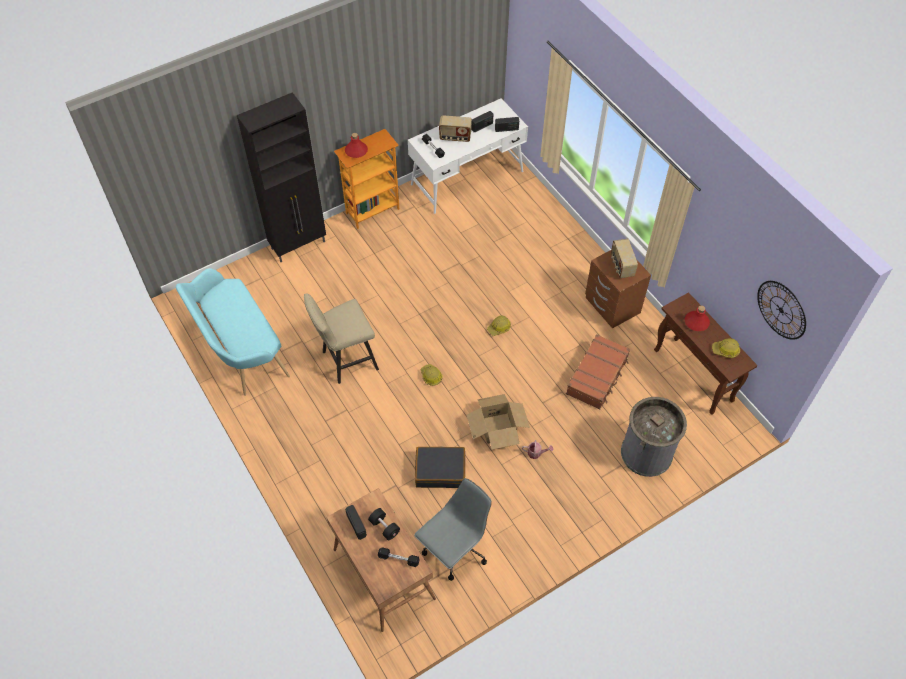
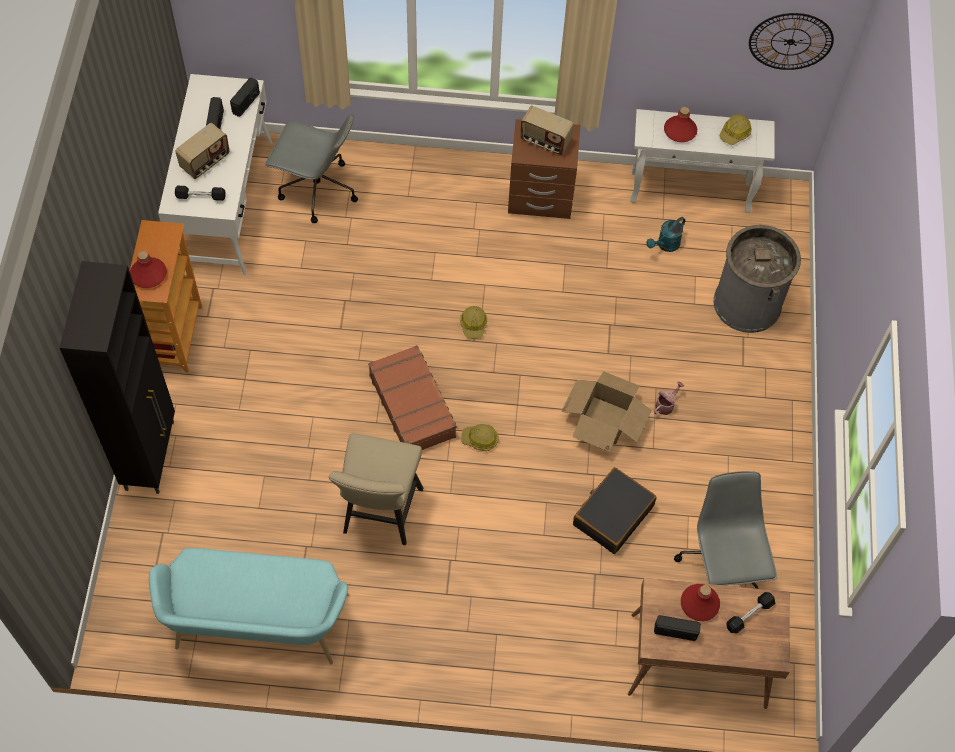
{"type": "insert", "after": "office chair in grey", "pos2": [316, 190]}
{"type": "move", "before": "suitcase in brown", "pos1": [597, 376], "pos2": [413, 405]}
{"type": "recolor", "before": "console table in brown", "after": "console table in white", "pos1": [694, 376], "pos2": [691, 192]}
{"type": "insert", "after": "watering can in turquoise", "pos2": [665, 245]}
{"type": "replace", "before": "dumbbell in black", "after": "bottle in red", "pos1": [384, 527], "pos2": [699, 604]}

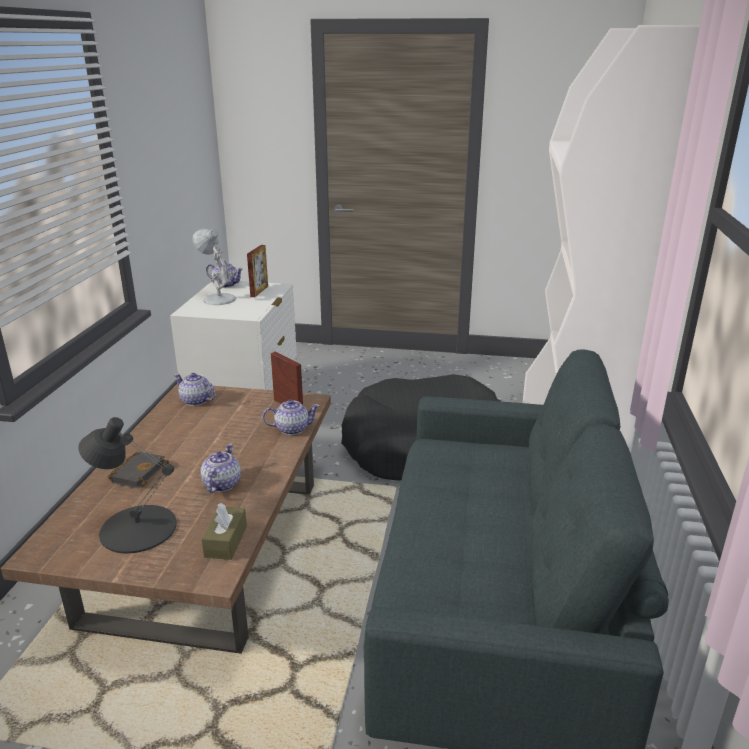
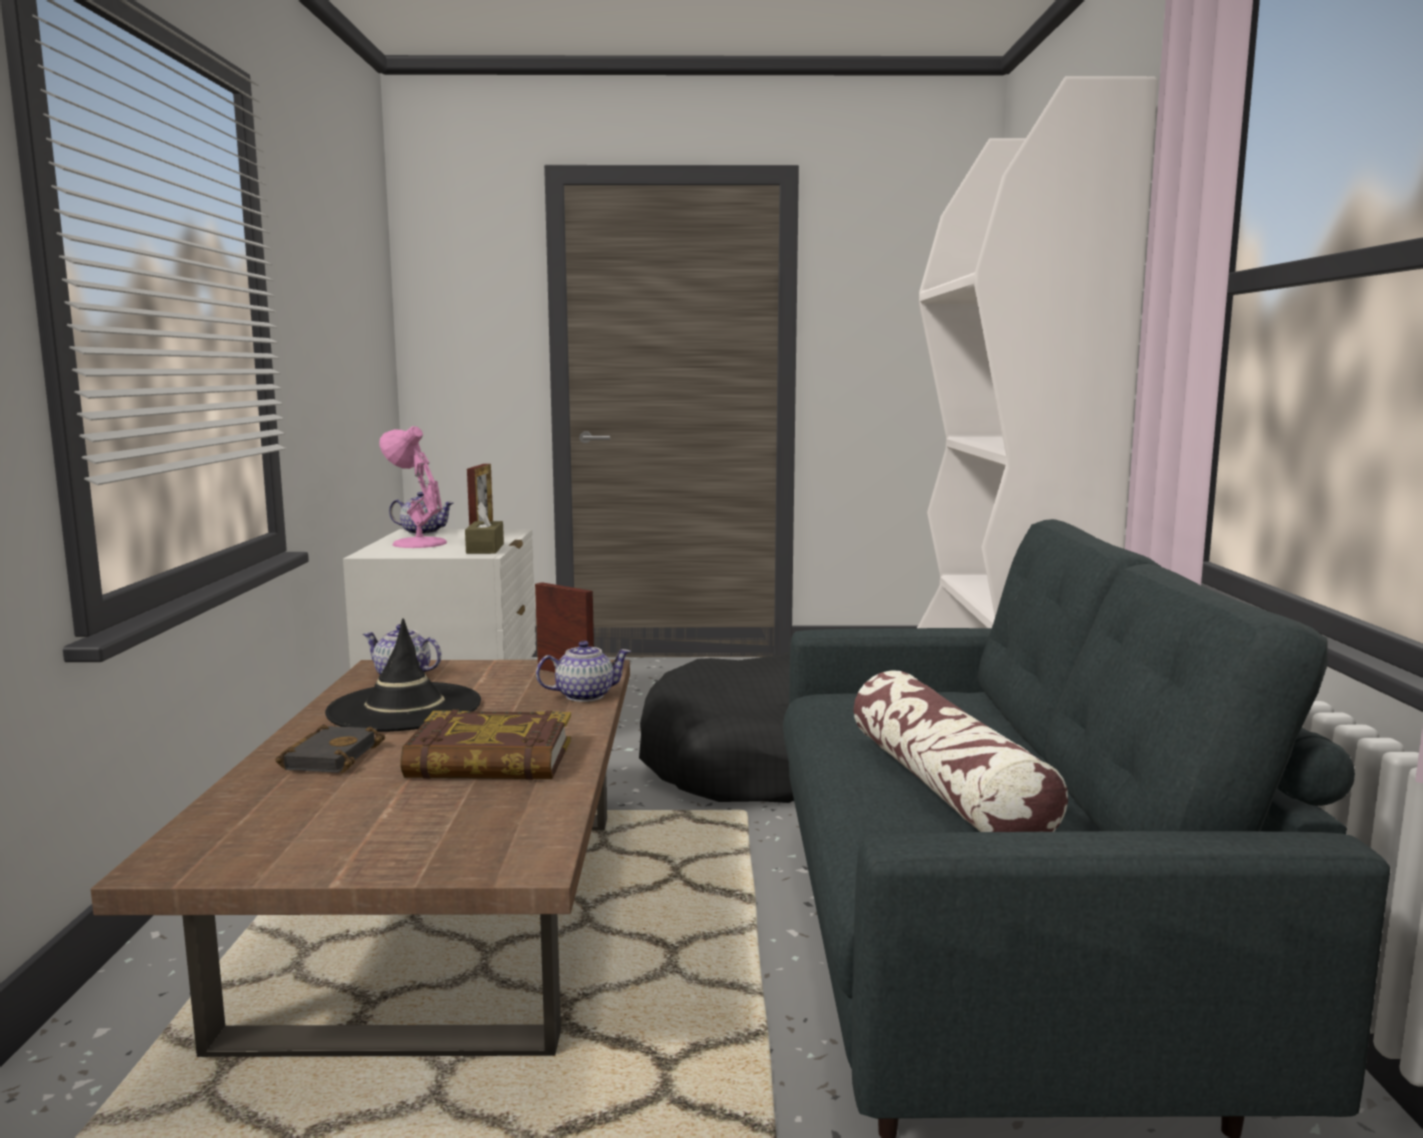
{"type": "insert", "after": "hat in black", "pos2": [404, 708]}
{"type": "recolor", "before": "table lamp in white", "after": "table lamp in pink", "pos1": [218, 299], "pos2": [417, 543]}
{"type": "replace", "before": "teapot", "after": "book", "pos1": [221, 484], "pos2": [490, 760]}
{"type": "move", "before": "tissue box in brown", "pos1": [226, 541], "pos2": [485, 549]}
{"type": "insert", "after": "pillow", "pos2": [947, 788]}
{"type": "delete", "before": "table lamp in black", "pos1": [137, 528]}

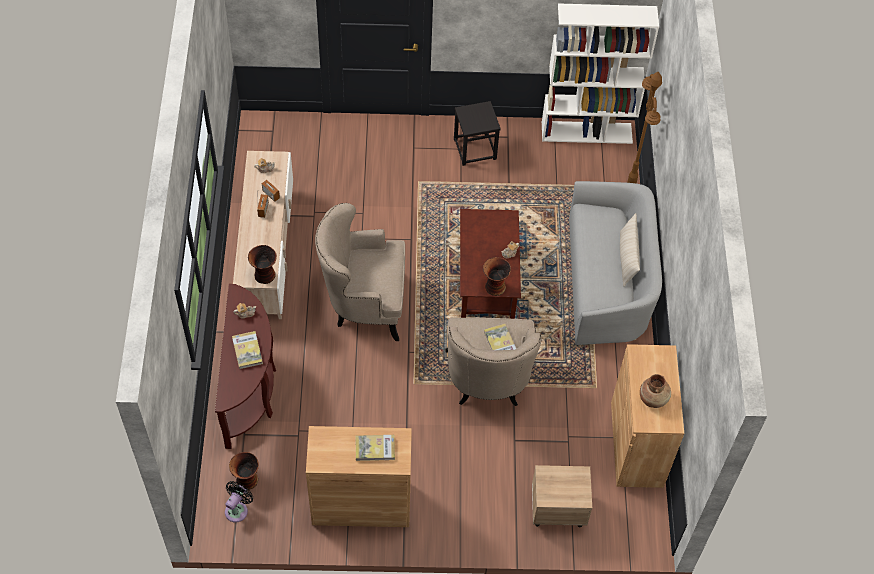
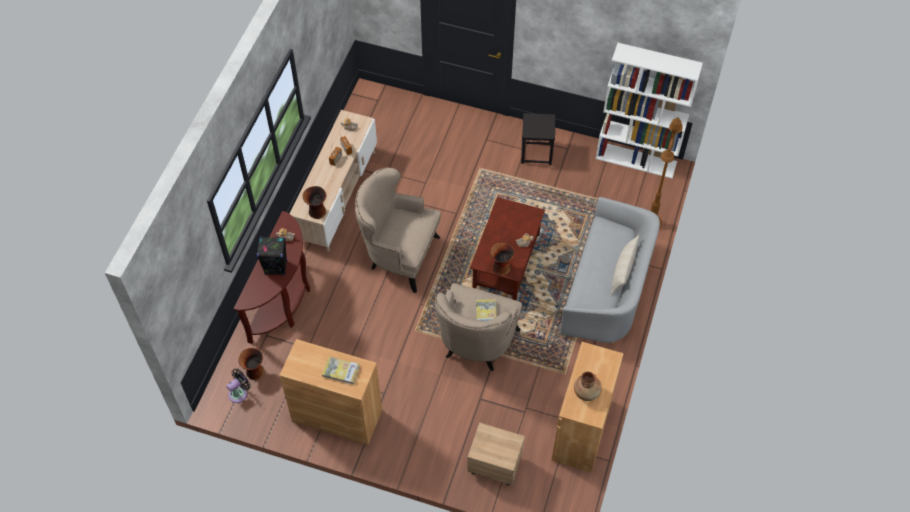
{"type": "replace", "before": "book", "after": "speaker in black", "pos1": [247, 351], "pos2": [276, 267]}

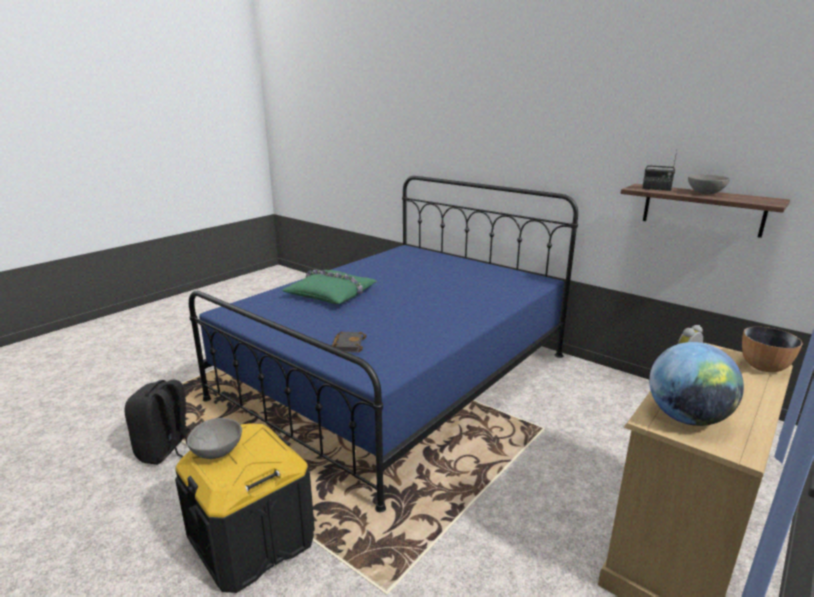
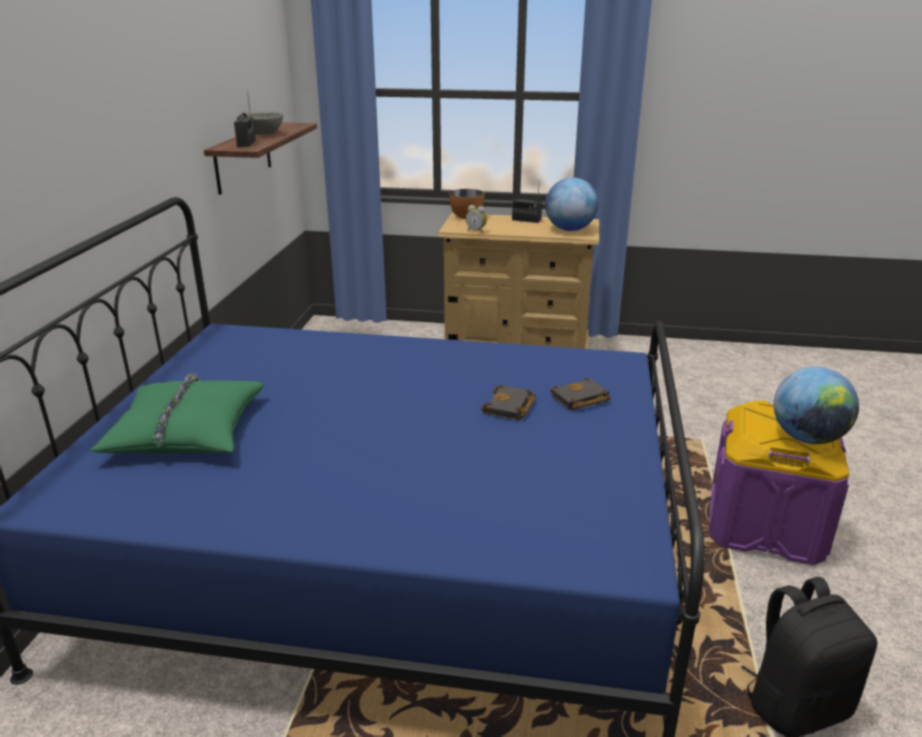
{"type": "move", "before": "pillow in green", "pos1": [332, 294], "pos2": [186, 431]}
{"type": "insert", "after": "book in black", "pos2": [510, 408]}
{"type": "insert", "after": "radio", "pos2": [526, 220]}
{"type": "recolor", "before": "storage box in black", "after": "storage box in purple", "pos1": [252, 540], "pos2": [765, 525]}
{"type": "replace", "before": "bowl in grey", "after": "globe", "pos1": [217, 452], "pos2": [807, 438]}

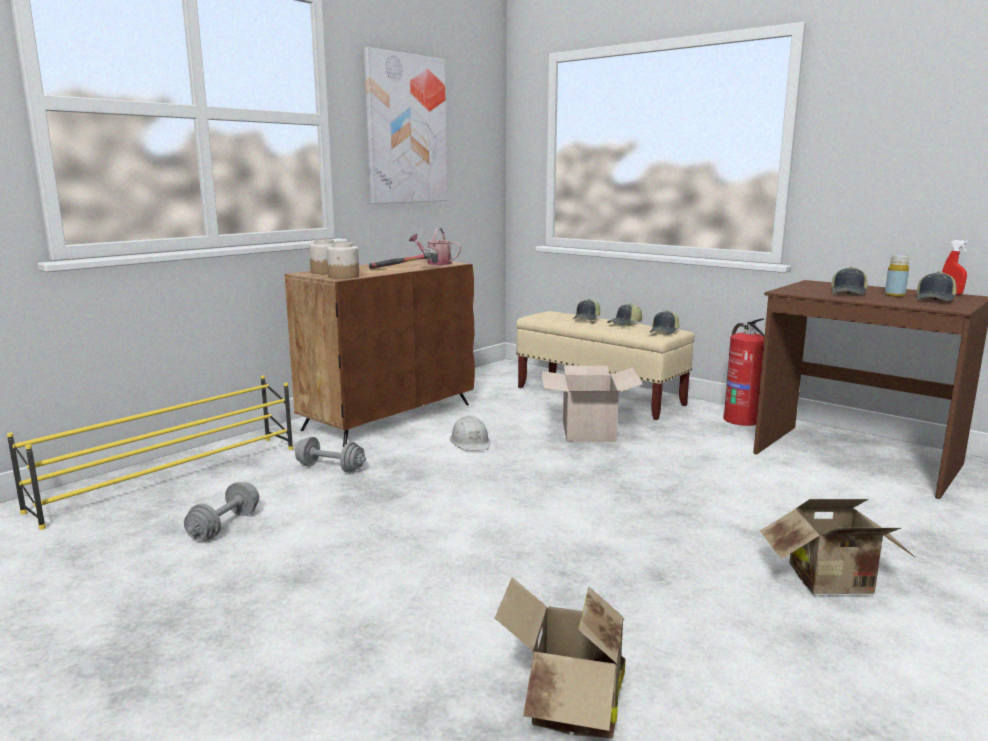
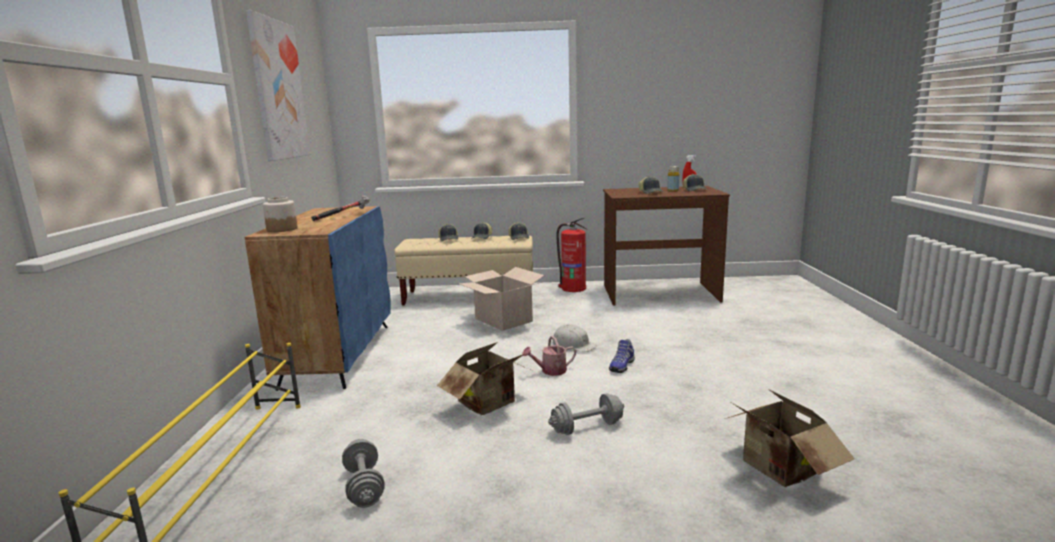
{"type": "recolor", "before": "cabinet in brown", "after": "cabinet in blue", "pos1": [389, 416], "pos2": [338, 354]}
{"type": "move", "before": "cardboard box", "pos1": [835, 584], "pos2": [490, 404]}
{"type": "move", "before": "watering can", "pos1": [435, 263], "pos2": [550, 371]}
{"type": "move", "before": "dumbbell in grey", "pos1": [330, 468], "pos2": [587, 427]}
{"type": "move", "before": "hard hat in white", "pos1": [470, 442], "pos2": [572, 345]}
{"type": "insert", "after": "shoe", "pos2": [621, 366]}
{"type": "delete", "before": "jar", "pos1": [344, 276]}

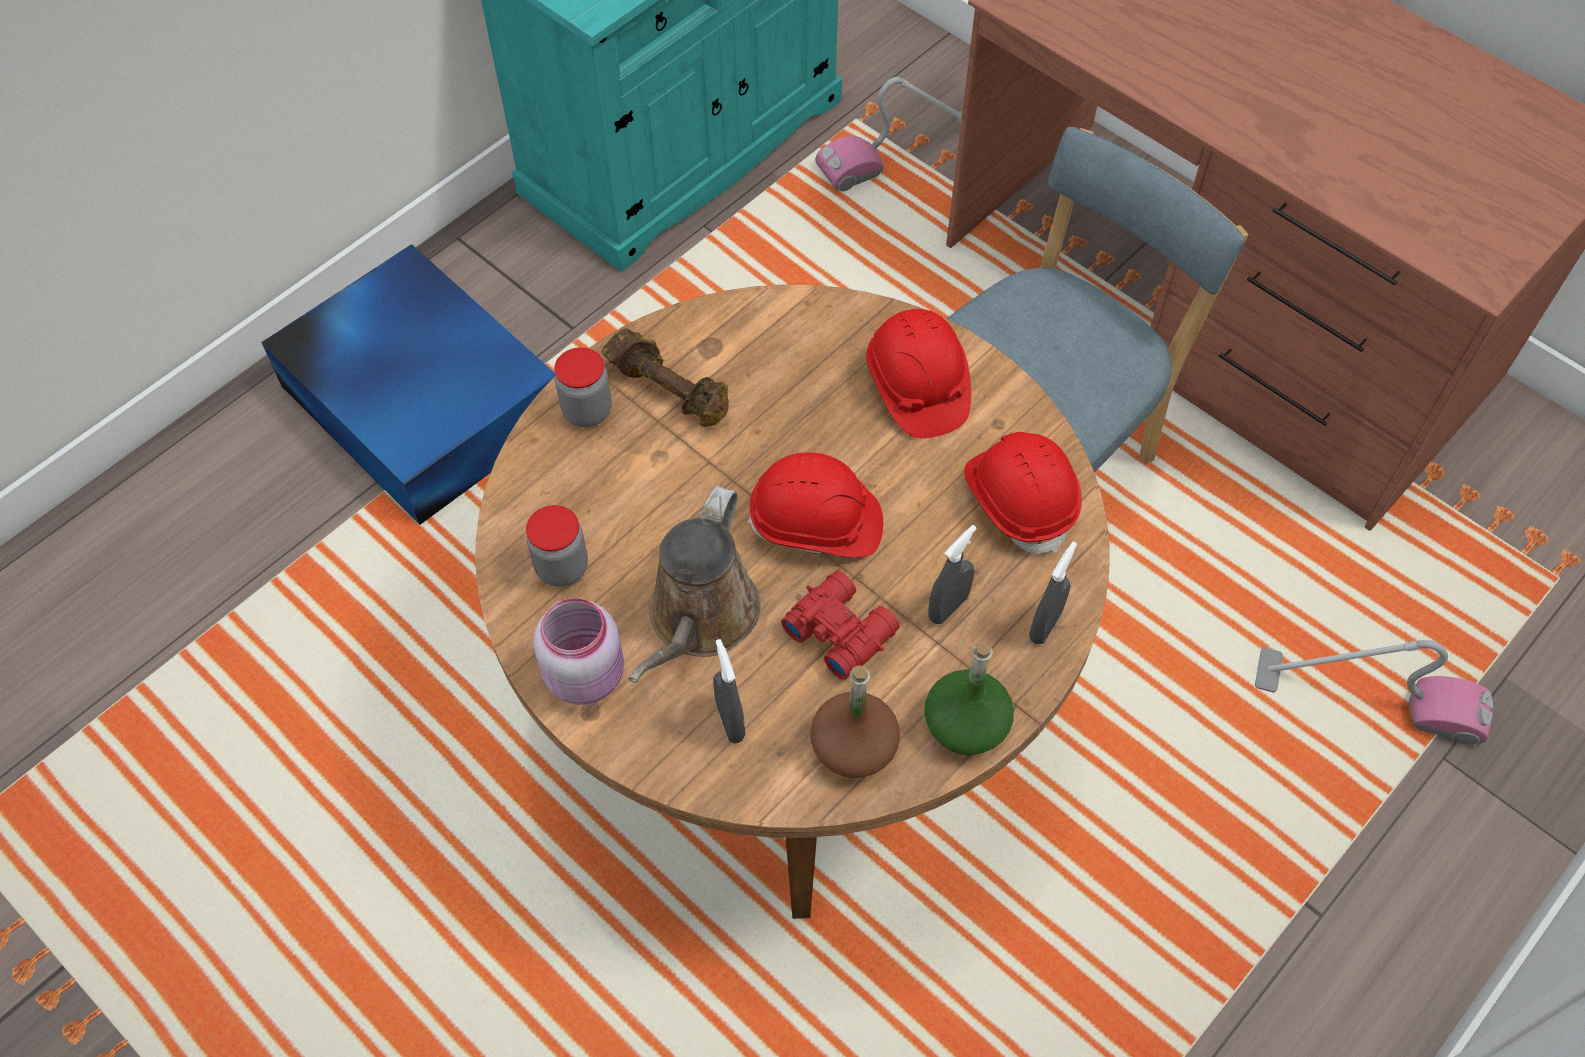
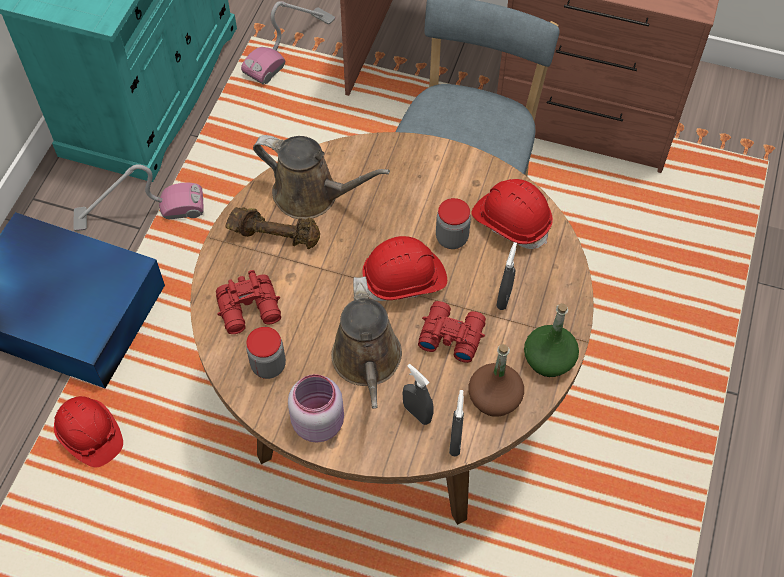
{"type": "move", "before": "hard hat in red", "pos1": [917, 387], "pos2": [90, 436]}
{"type": "move", "before": "vacuum cleaner", "pos1": [1369, 696], "pos2": [139, 212]}
{"type": "insert", "after": "binoculars in red", "pos2": [251, 310]}
{"type": "insert", "after": "watering can in brown", "pos2": [312, 195]}
{"type": "move", "before": "jar", "pos1": [587, 411], "pos2": [451, 238]}
{"type": "move", "before": "spray bottle in grey", "pos1": [1045, 625], "pos2": [455, 441]}

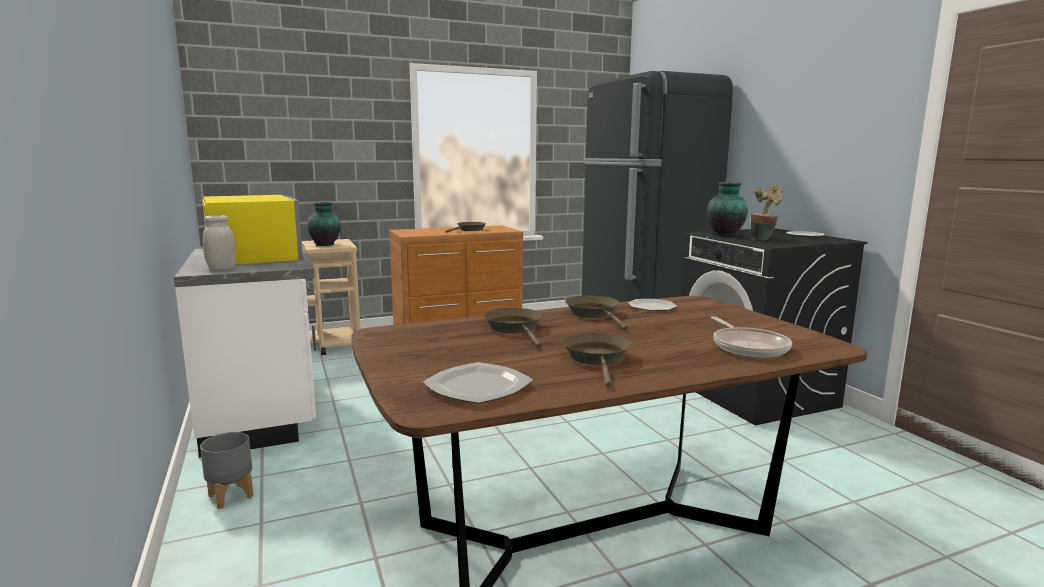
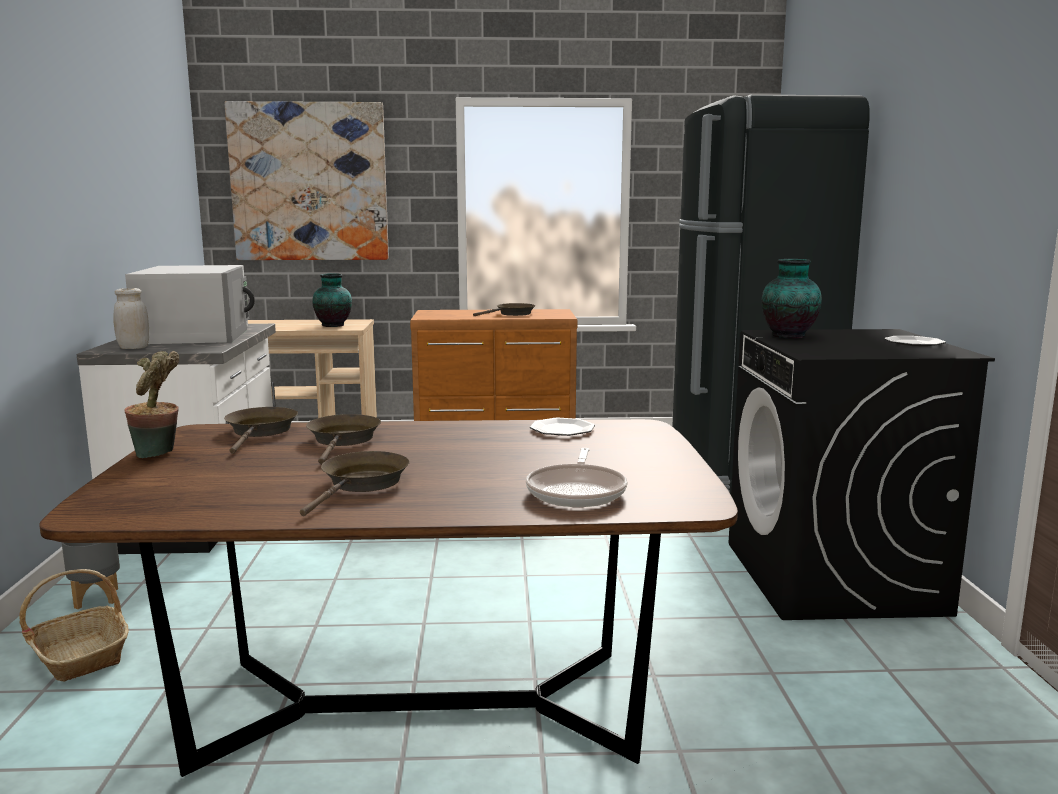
{"type": "insert", "after": "basket", "pos2": [80, 656]}
{"type": "move", "before": "potted plant", "pos1": [763, 239], "pos2": [158, 454]}
{"type": "recolor", "before": "microwave in yellow", "after": "microwave in white", "pos1": [253, 255], "pos2": [196, 334]}
{"type": "move", "before": "frying pan in brown", "pos1": [594, 314], "pos2": [261, 432]}
{"type": "insert", "after": "picture", "pos2": [309, 182]}
{"type": "delete", "before": "plate", "pos1": [479, 386]}

